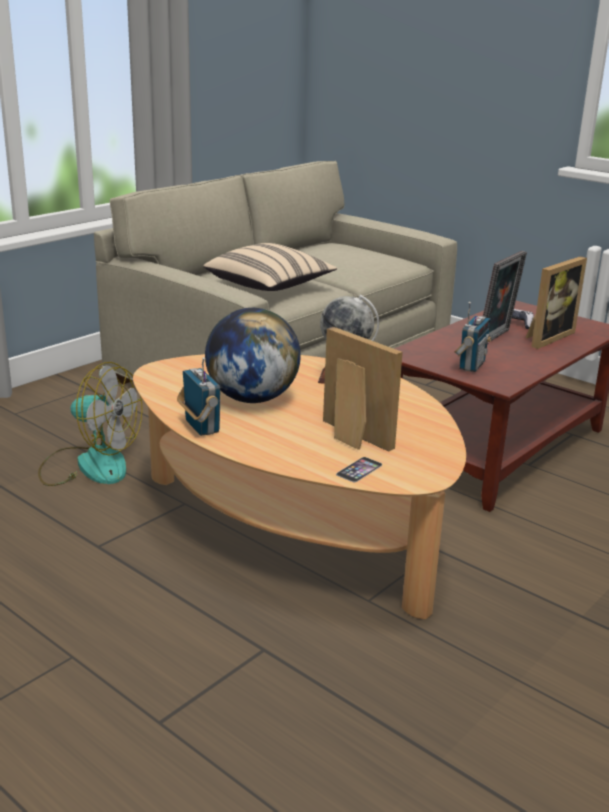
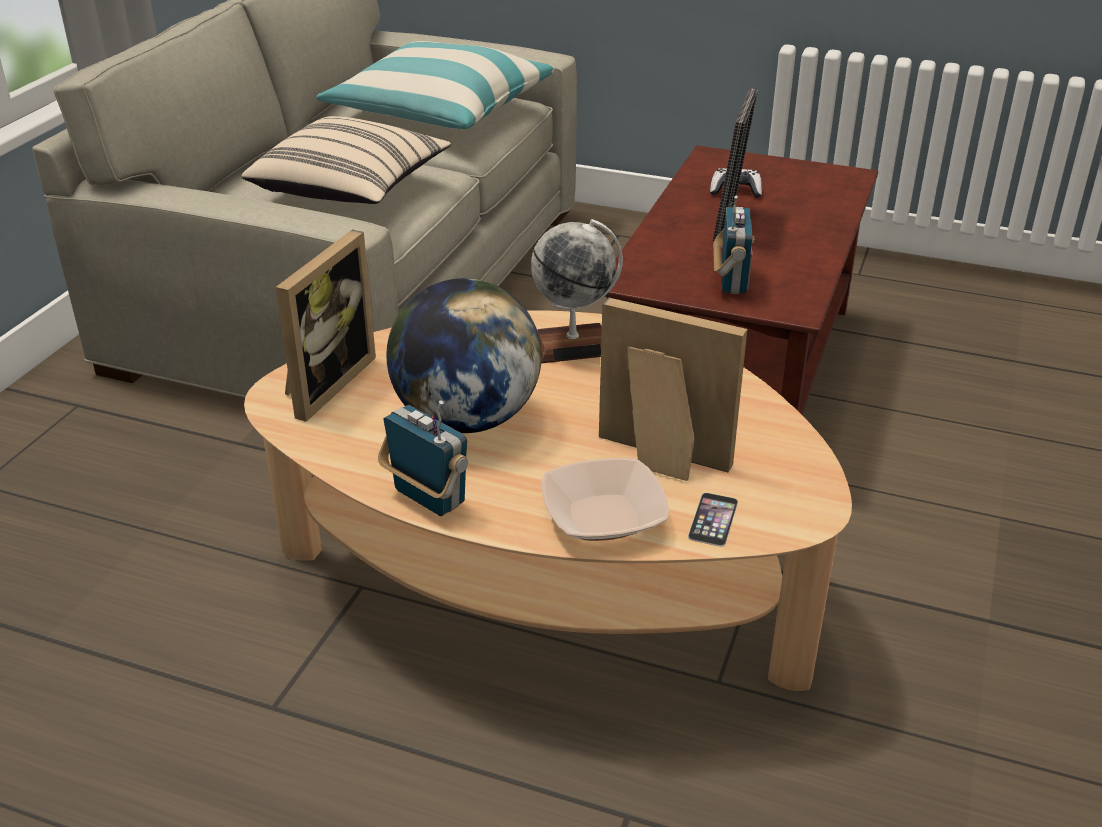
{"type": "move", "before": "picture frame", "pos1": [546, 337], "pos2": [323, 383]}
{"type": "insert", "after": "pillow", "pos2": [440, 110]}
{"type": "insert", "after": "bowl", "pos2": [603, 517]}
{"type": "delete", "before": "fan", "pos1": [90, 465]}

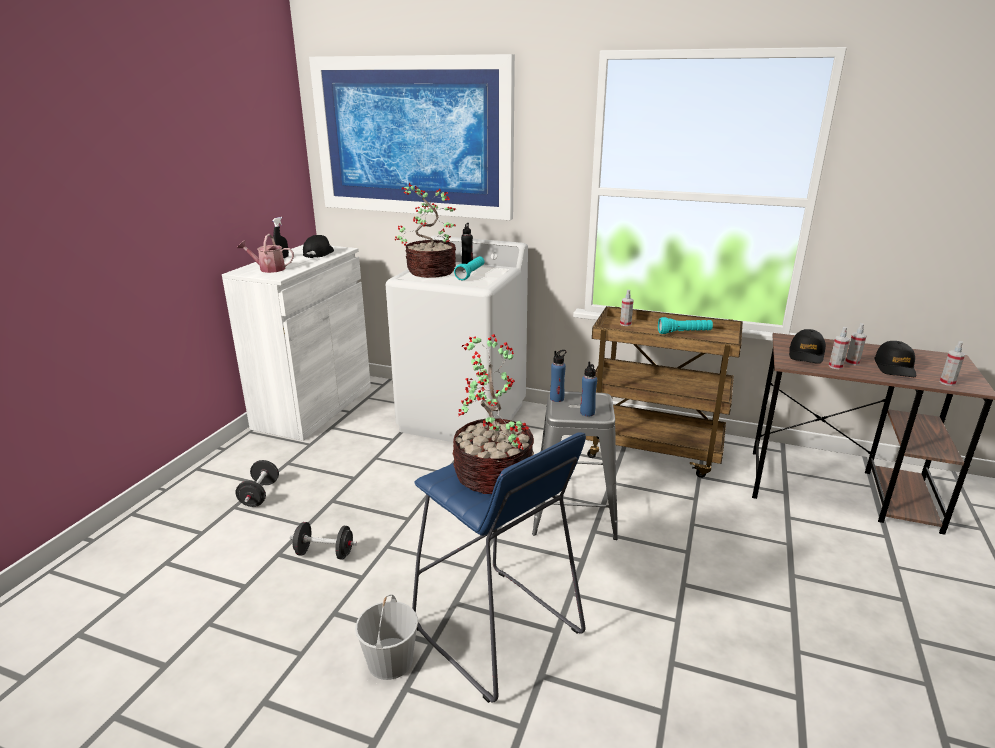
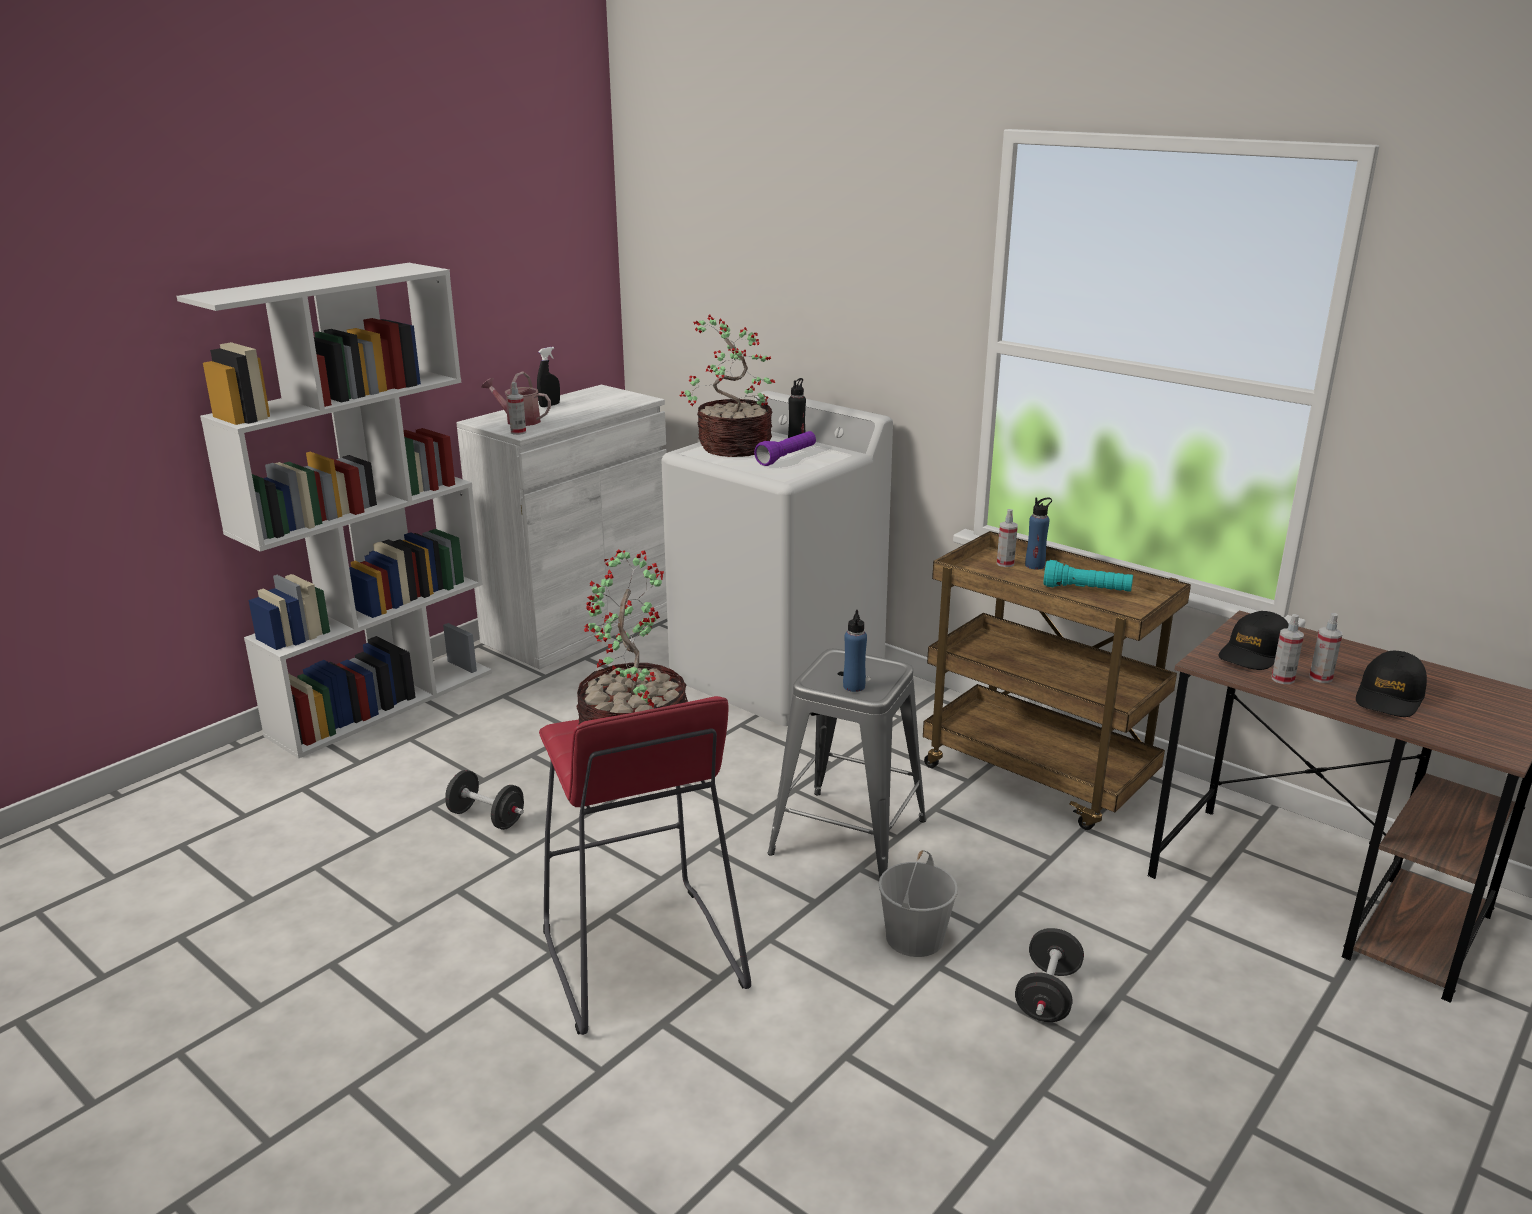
{"type": "insert", "after": "bookcase in white", "pos2": [383, 702]}
{"type": "move", "before": "spray bottle", "pos1": [947, 382], "pos2": [518, 432]}
{"type": "recolor", "before": "stool in blue", "after": "stool in red", "pos1": [496, 631], "pos2": [640, 959]}
{"type": "recolor", "before": "flashlight in turquoise", "after": "flashlight in purple", "pos1": [470, 274], "pos2": [786, 457]}
{"type": "move", "before": "bucket in white", "pos1": [390, 660], "pos2": [914, 936]}
{"type": "move", "before": "dumbbell in black", "pos1": [260, 494], "pos2": [1047, 995]}
{"type": "move", "before": "bottle in blue", "pos1": [557, 398], "pos2": [1035, 565]}
{"type": "delete", "before": "cap in black", "pos1": [318, 253]}
{"type": "delete", "before": "picture", "pos1": [413, 137]}

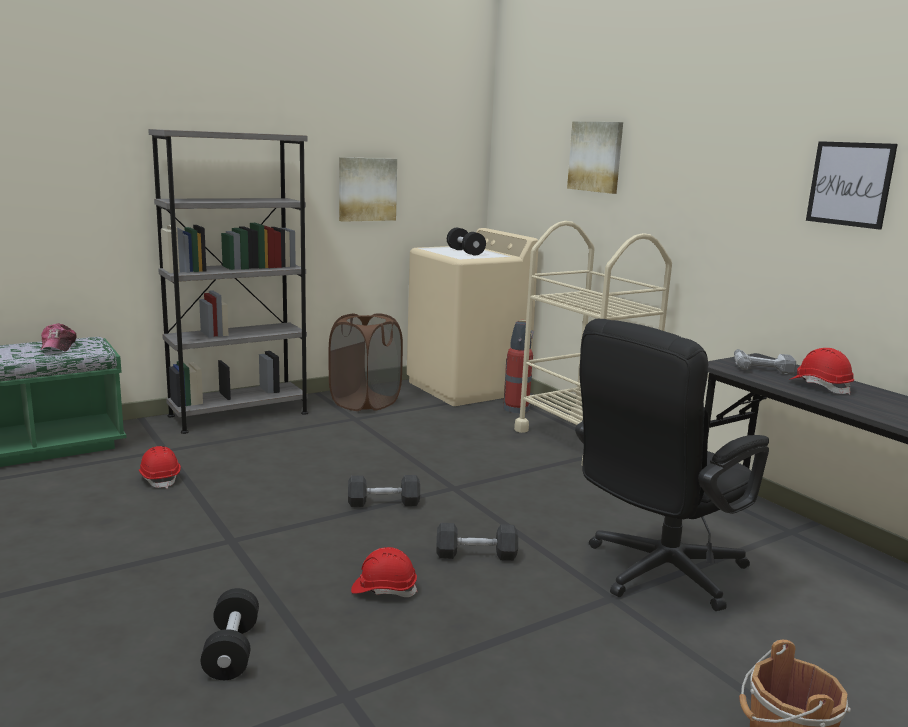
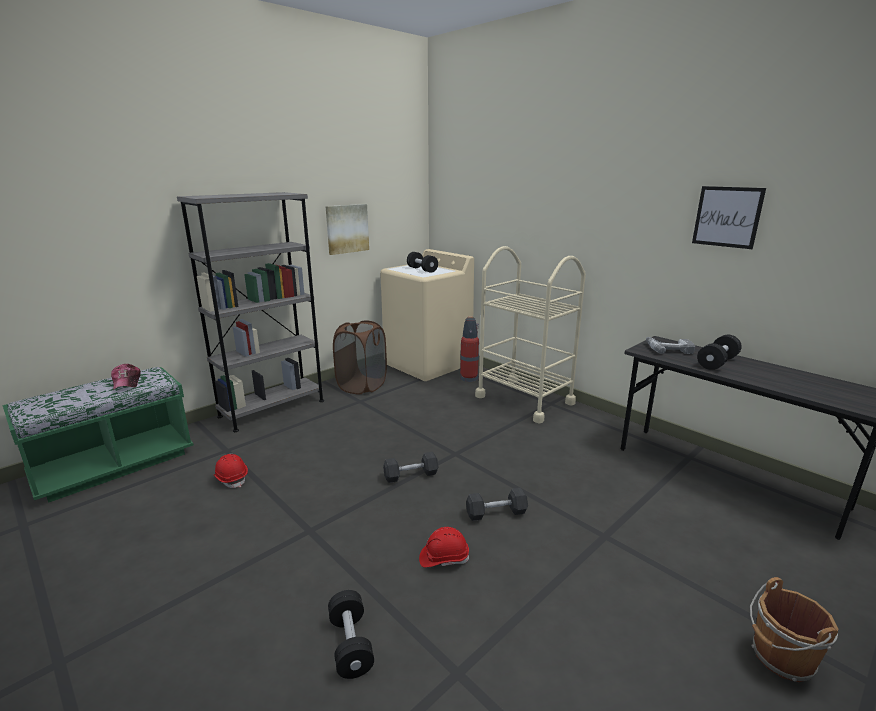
{"type": "replace", "before": "hard hat in red", "after": "dumbbell in black", "pos1": [820, 386], "pos2": [717, 362]}
{"type": "delete", "before": "picture", "pos1": [596, 156]}
{"type": "delete", "before": "office chair in black", "pos1": [655, 574]}

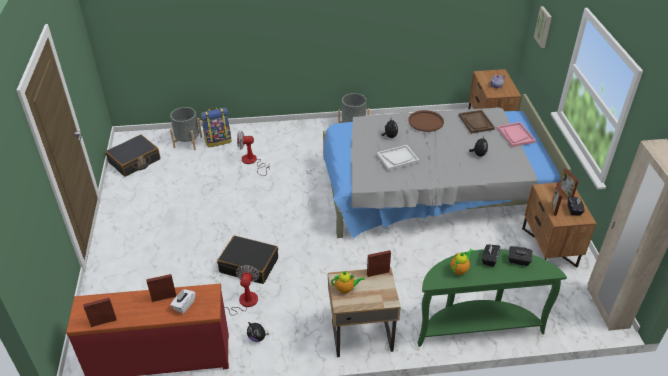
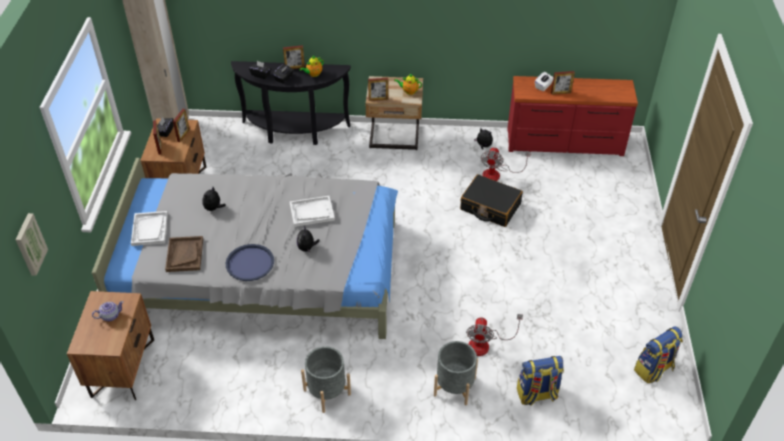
{"type": "recolor", "before": "tray in pink", "after": "tray in white", "pos1": [515, 135], "pos2": [150, 229]}
{"type": "recolor", "before": "tray in brown", "after": "tray in blue", "pos1": [426, 121], "pos2": [250, 263]}
{"type": "recolor", "before": "console table in green", "after": "console table in black", "pos1": [476, 326], "pos2": [294, 132]}
{"type": "move", "before": "picture frame", "pos1": [103, 322], "pos2": [295, 67]}
{"type": "move", "before": "planter in grey", "pos1": [188, 142], "pos2": [454, 386]}
{"type": "rotate", "before": "fan", "pos1": [252, 162], "pos2": [485, 344], "turn": 90}
{"type": "replace", "before": "suitcase in black", "after": "backpack", "pos1": [134, 161], "pos2": [654, 370]}

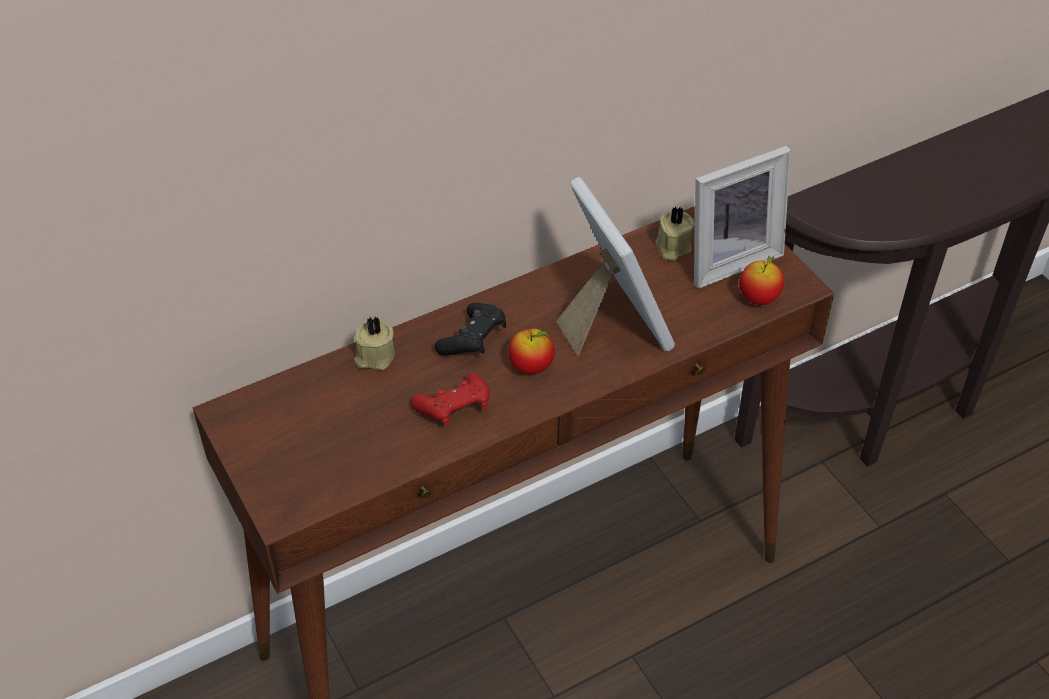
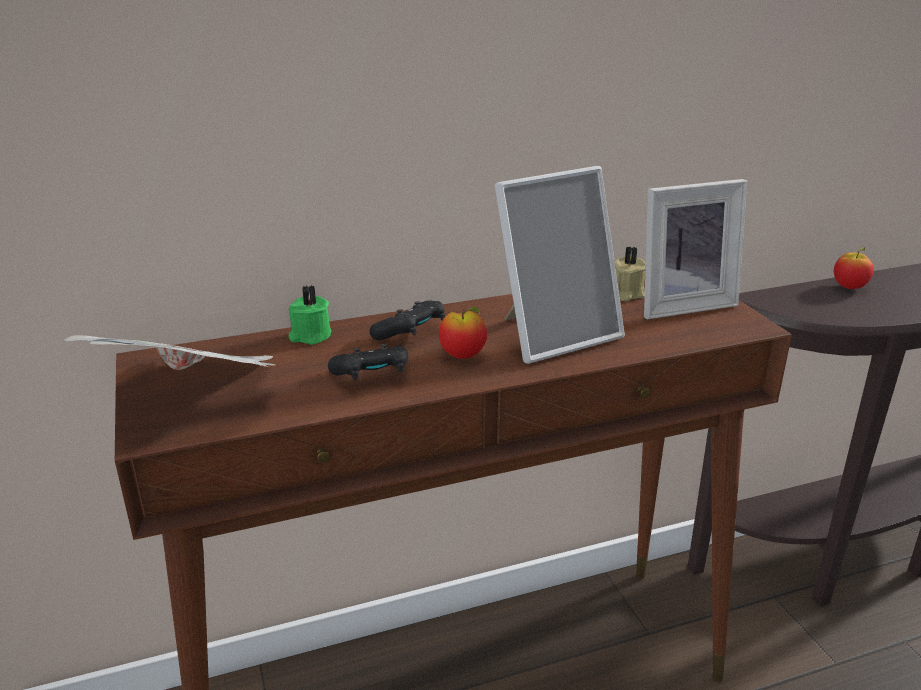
{"type": "insert", "after": "newspaper", "pos2": [193, 396]}
{"type": "recolor", "before": "candle in beige", "after": "candle in green", "pos1": [374, 356], "pos2": [310, 336]}
{"type": "recolor", "before": "game controller in red", "after": "game controller in black", "pos1": [455, 409], "pos2": [372, 377]}
{"type": "rotate", "before": "picture frame", "pos1": [611, 323], "pos2": [554, 334], "turn": 75}
{"type": "move", "before": "apple", "pos1": [758, 298], "pos2": [849, 287]}

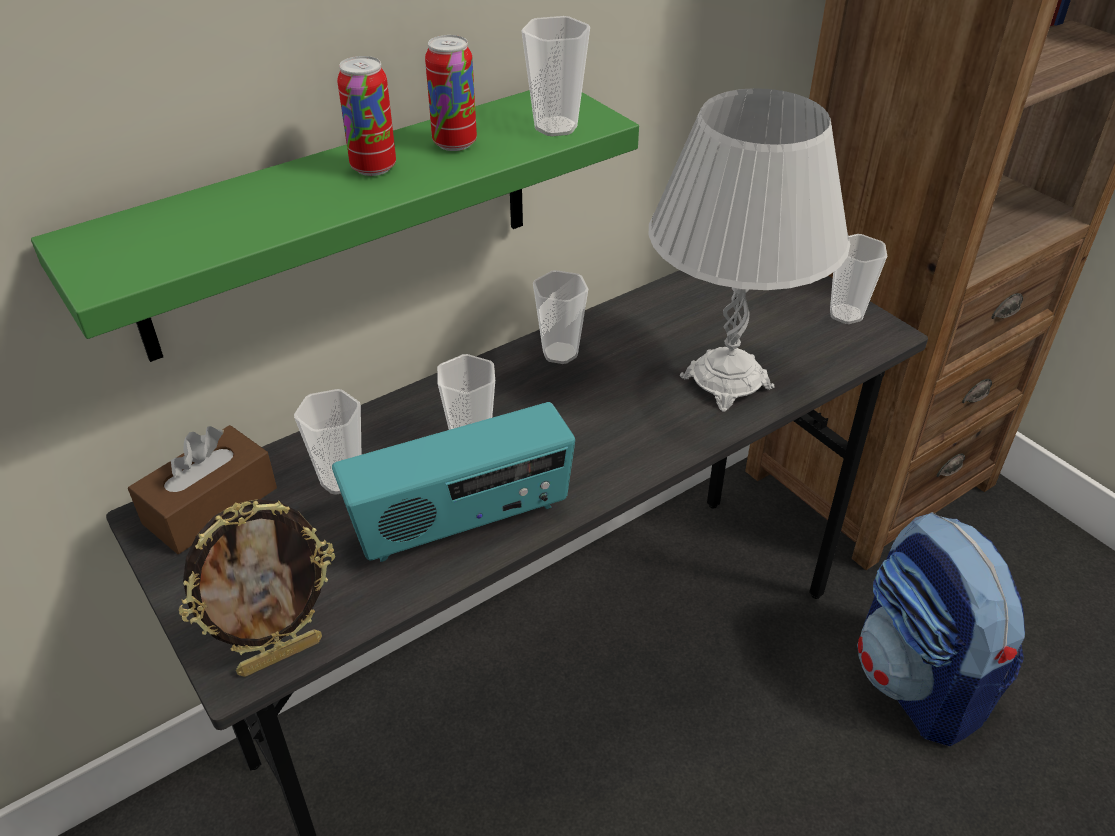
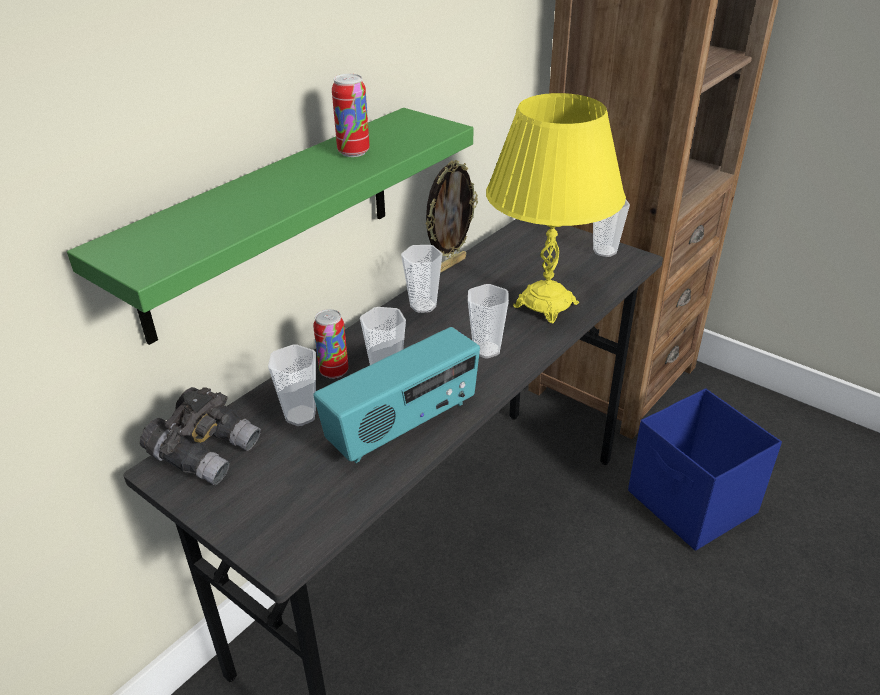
{"type": "replace", "before": "tissue box in brown", "after": "binoculars in grey", "pos1": [210, 506], "pos2": [206, 452]}
{"type": "move", "before": "can", "pos1": [373, 167], "pos2": [334, 371]}
{"type": "move", "before": "picture frame", "pos1": [280, 655], "pos2": [450, 264]}
{"type": "move", "before": "cup", "pos1": [556, 127], "pos2": [486, 350]}
{"type": "recolor", "before": "table lamp in white", "after": "table lamp in yellow", "pos1": [727, 382], "pos2": [546, 305]}
{"type": "replace", "before": "backpack", "after": "storage box in blue", "pos1": [919, 682], "pos2": [692, 504]}

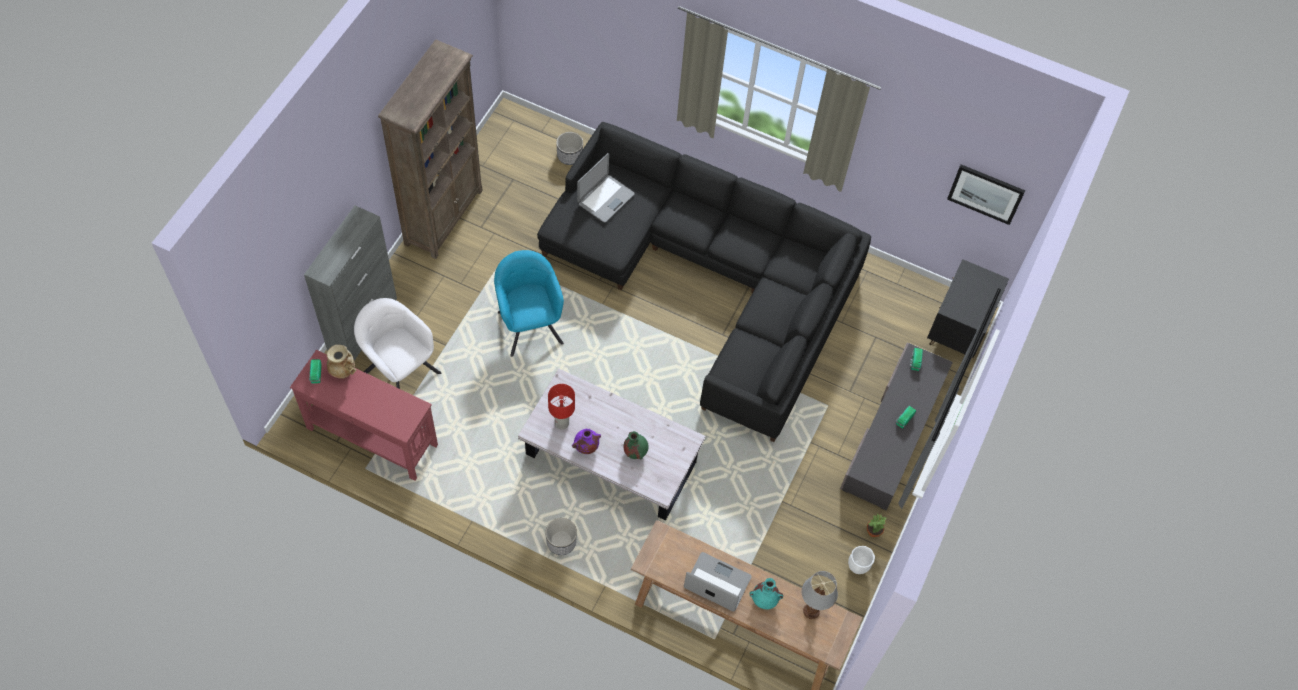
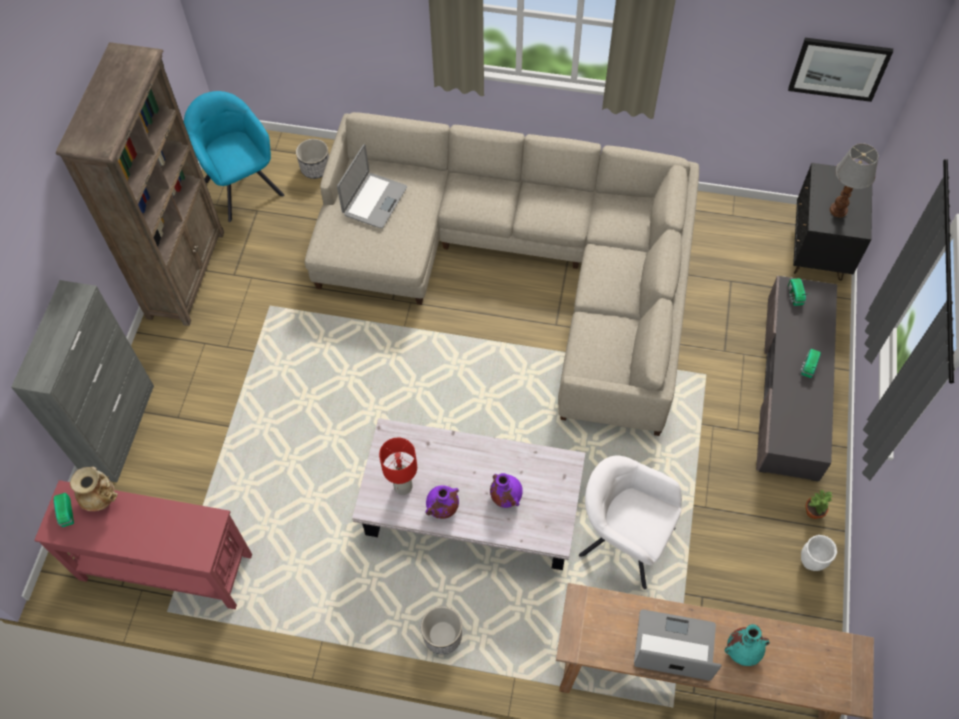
{"type": "move", "before": "armchair in turquoise", "pos1": [529, 325], "pos2": [241, 185]}
{"type": "recolor", "before": "sofa in black", "after": "sofa in beige", "pos1": [710, 278], "pos2": [520, 264]}
{"type": "recolor", "before": "vase in green", "after": "vase in purple", "pos1": [635, 451], "pos2": [505, 496]}
{"type": "move", "before": "armchair in white", "pos1": [400, 370], "pos2": [623, 539]}
{"type": "move", "before": "table lamp", "pos1": [812, 611], "pos2": [839, 210]}

